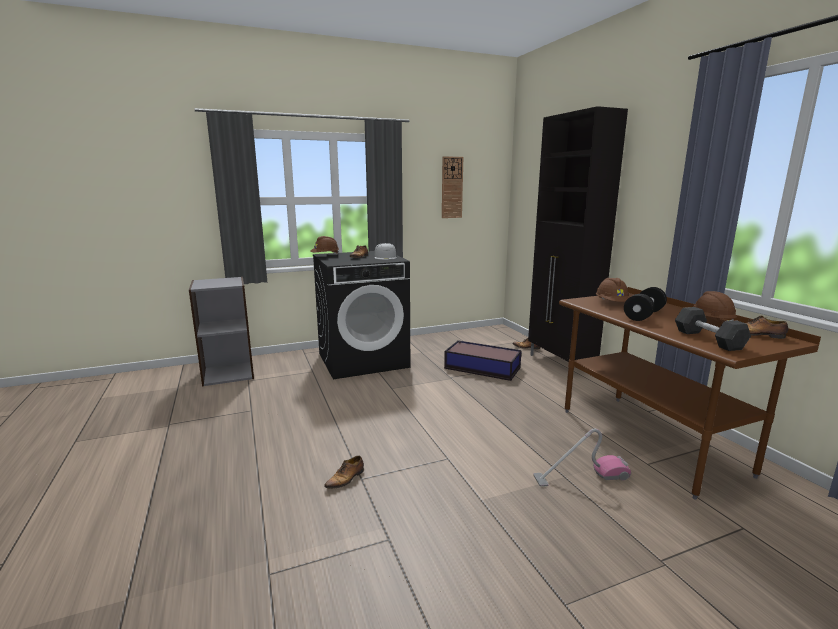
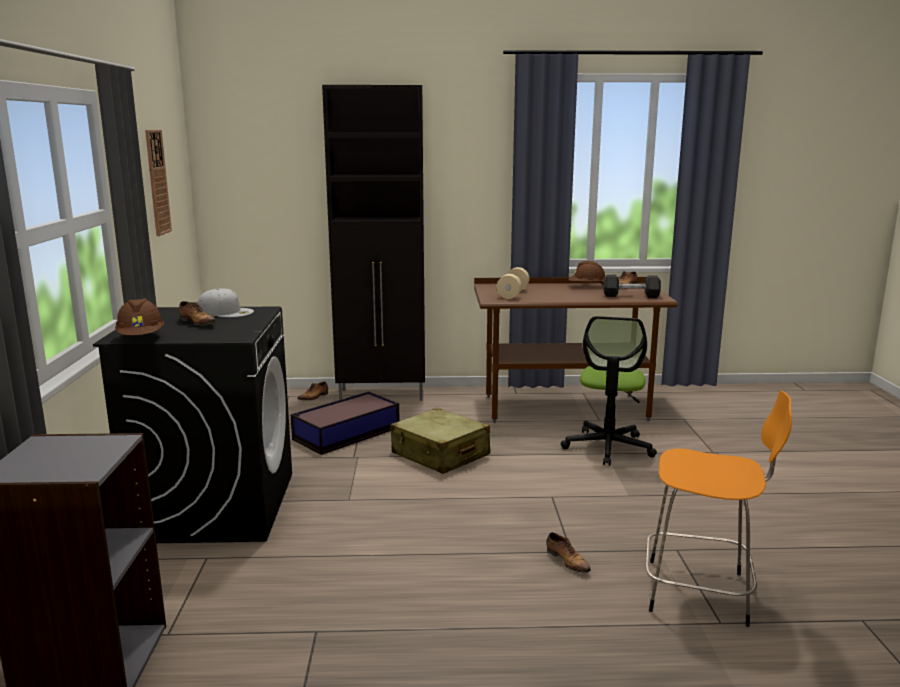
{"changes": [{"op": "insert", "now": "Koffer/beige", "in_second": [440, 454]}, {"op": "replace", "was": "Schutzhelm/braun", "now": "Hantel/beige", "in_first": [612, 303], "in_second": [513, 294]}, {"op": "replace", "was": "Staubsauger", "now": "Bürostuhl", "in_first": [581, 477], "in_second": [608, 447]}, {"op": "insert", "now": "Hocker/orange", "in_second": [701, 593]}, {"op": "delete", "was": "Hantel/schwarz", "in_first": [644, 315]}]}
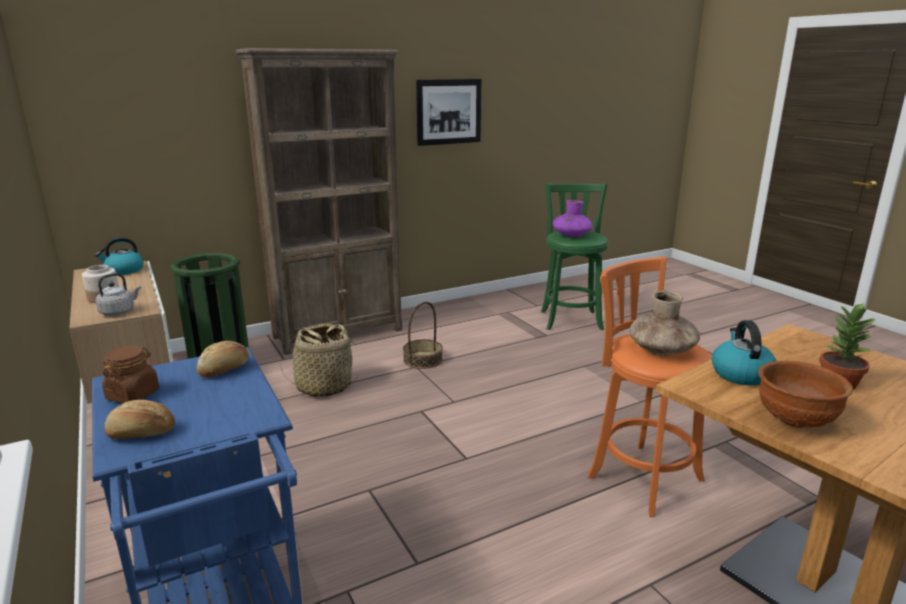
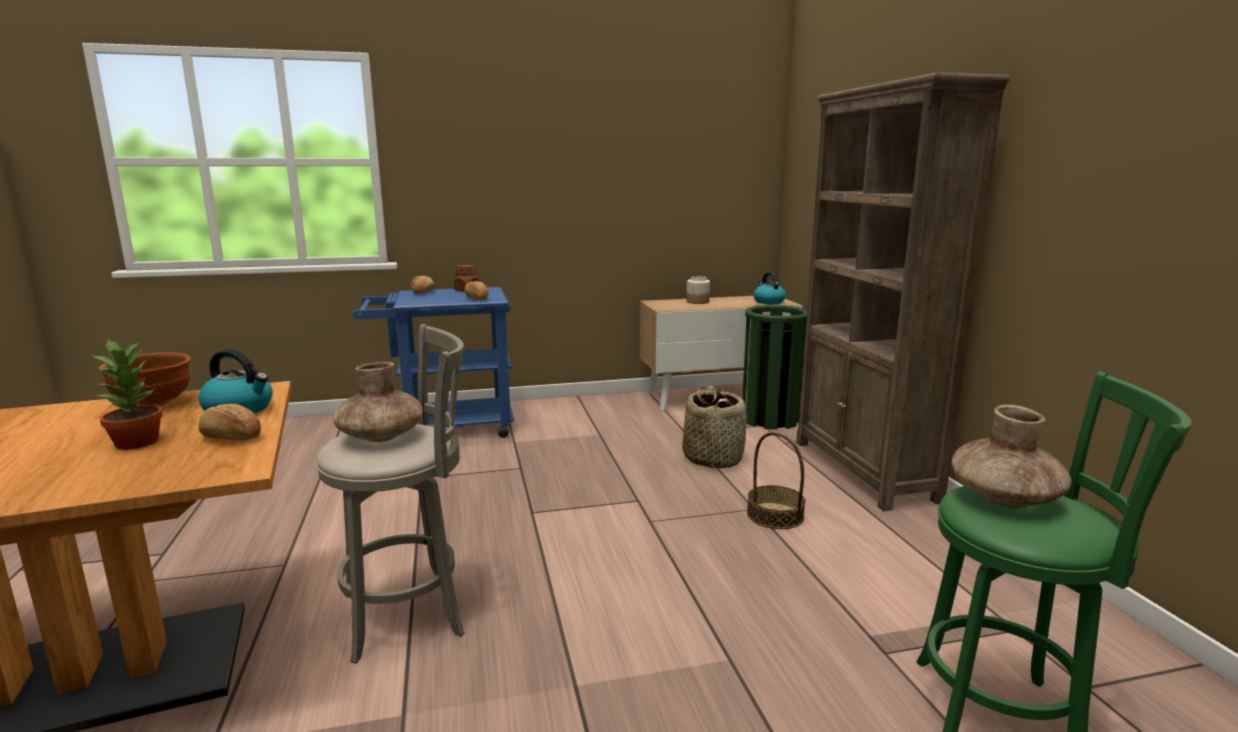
{"changes": [{"op": "insert", "now": "Brot", "in_second": [231, 438]}, {"op": "recolor", "was": "Hocker/orange", "now": "Hocker/grau", "in_first": [640, 475], "in_second": [410, 612]}, {"op": "recolor", "was": "Vase/lila", "now": "Vase/braun", "in_first": [571, 235], "in_second": [1004, 498]}, {"op": "delete", "was": "Wasserkessel/grau", "in_first": [119, 311]}, {"op": "delete", "was": "Bild", "in_first": [449, 112]}]}
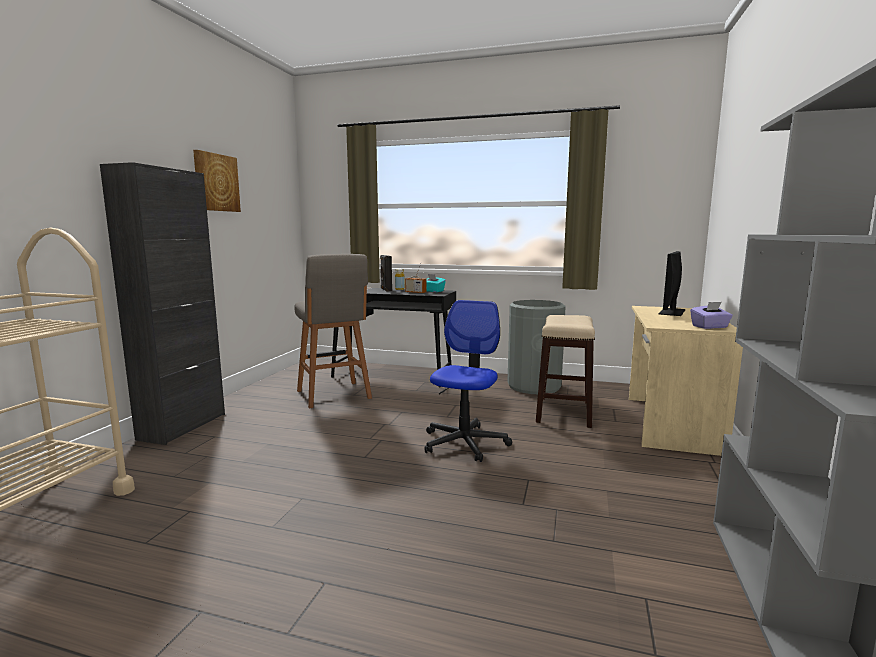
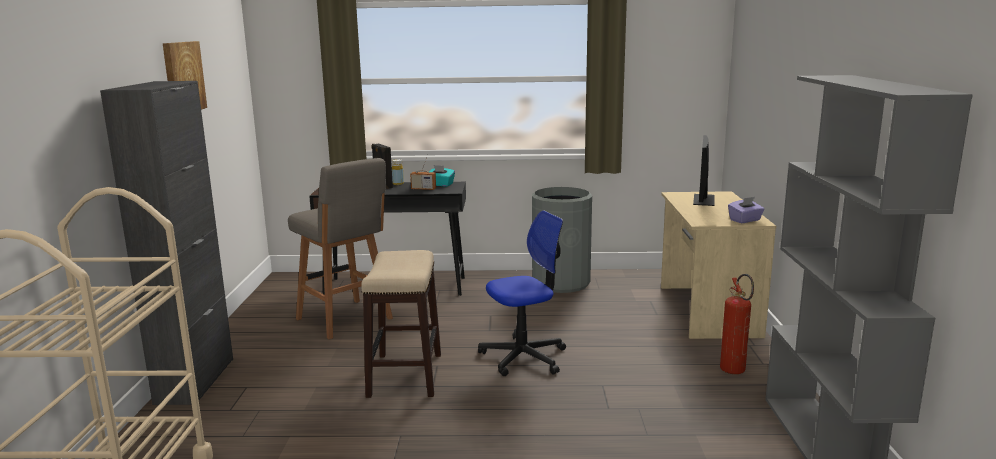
{"changes": [{"op": "move", "was": "Hocker", "in_first": [564, 411], "in_second": [405, 374]}, {"op": "rotate", "was": "Bürostuhl", "in_first": [464, 443], "in_second": [524, 357], "clockwise": 60}, {"op": "insert", "now": "Feuerlöscher", "in_second": [735, 372]}]}
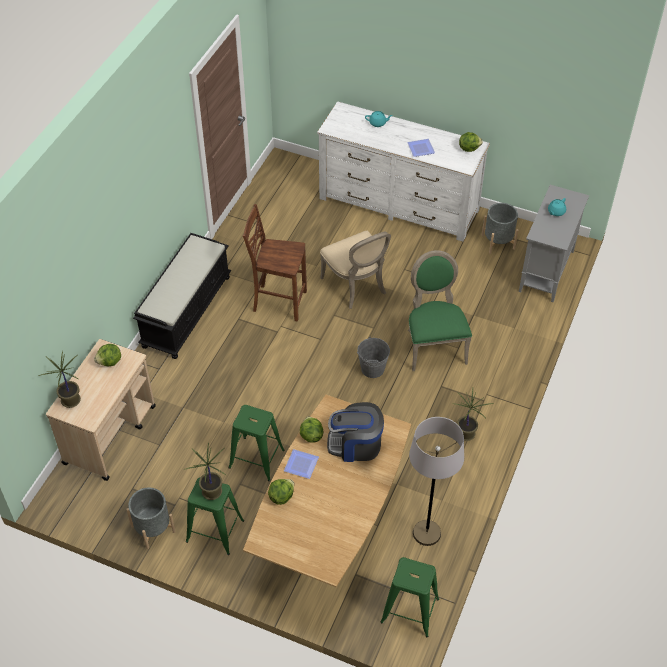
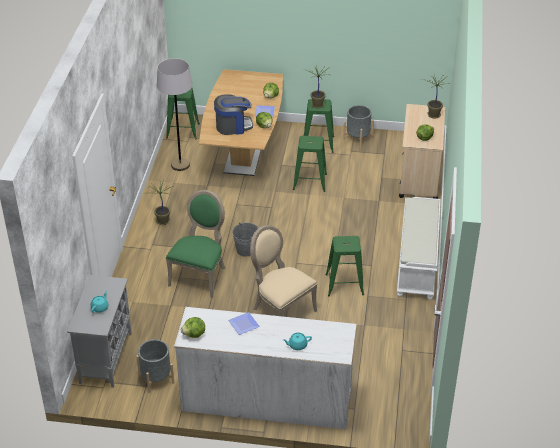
{"changes": [{"op": "rotate", "was": "Stuhl/grün", "in_first": [433, 345], "in_second": [200, 275], "clockwise": -135}, {"op": "replace", "was": "Stuhl/braun", "now": "Hocker/grün", "in_first": [278, 301], "in_second": [344, 284]}, {"op": "recolor", "was": "Bank/schwarz", "now": "Bank/weiß", "in_first": [186, 310], "in_second": [418, 263]}]}
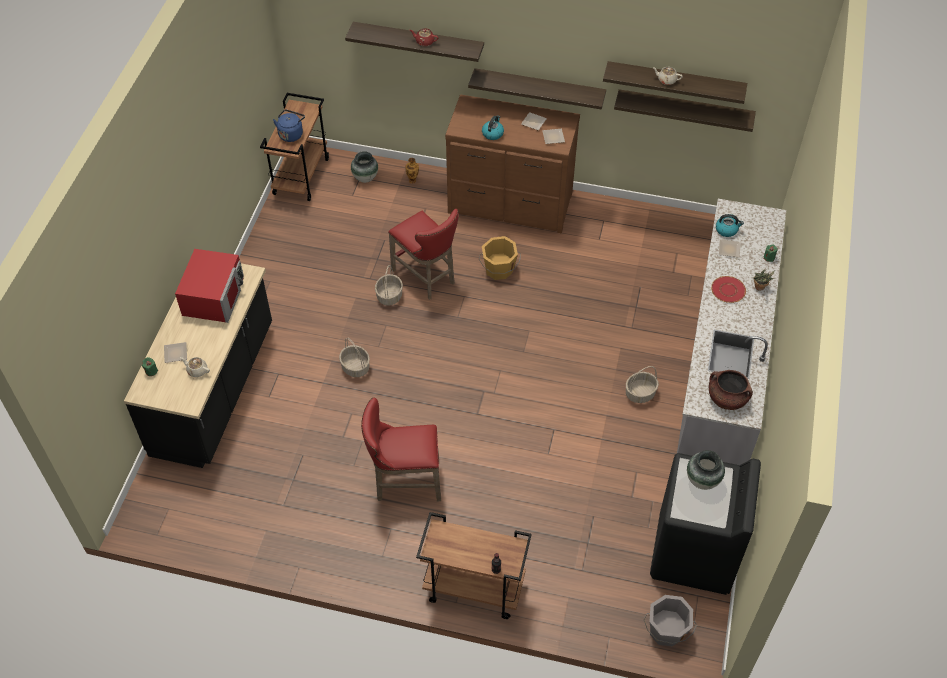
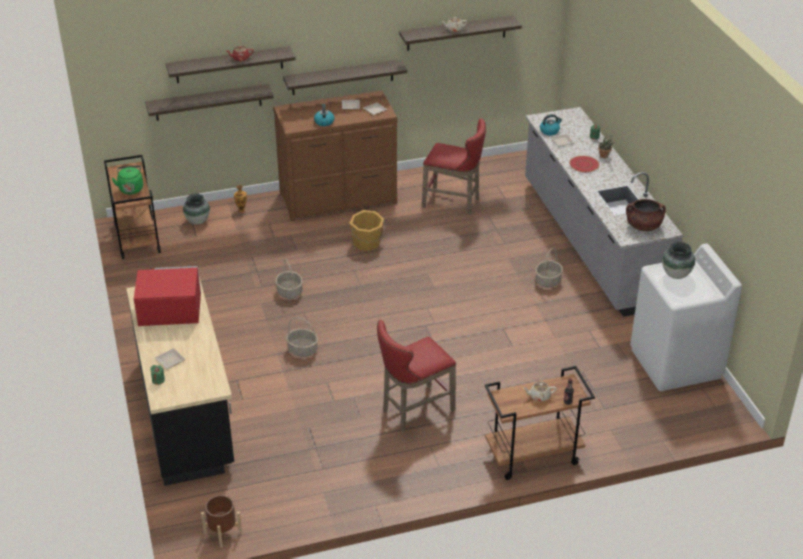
{"changes": [{"op": "recolor", "was": "Wasserkessel/blau", "now": "Wasserkessel/grün", "in_first": [291, 134], "in_second": [131, 188]}, {"op": "rotate", "was": "Mikrowelle/rot", "in_first": [214, 296], "in_second": [169, 309], "clockwise": -75}, {"op": "move", "was": "Wandregal", "in_first": [684, 109], "in_second": [208, 102]}, {"op": "insert", "now": "Pflanzkübel/braun", "in_second": [223, 533]}, {"op": "move", "was": "Hocker/rot", "in_first": [426, 278], "in_second": [454, 203]}, {"op": "move", "was": "Teekanne/beige", "in_first": [197, 370], "in_second": [539, 396]}, {"op": "recolor", "was": "Waschmaschine/schwarz", "now": "Waschmaschine/weiß", "in_first": [693, 554], "in_second": [676, 363]}, {"op": "delete", "was": "Eimer/grau", "in_first": [666, 631]}]}
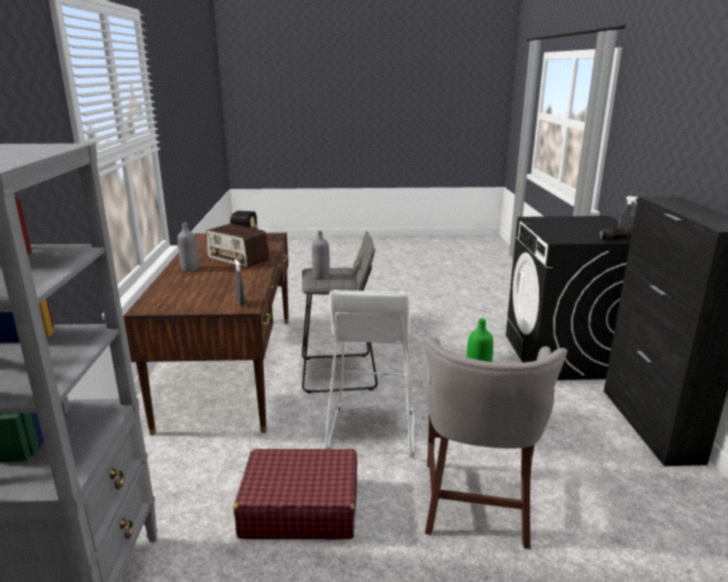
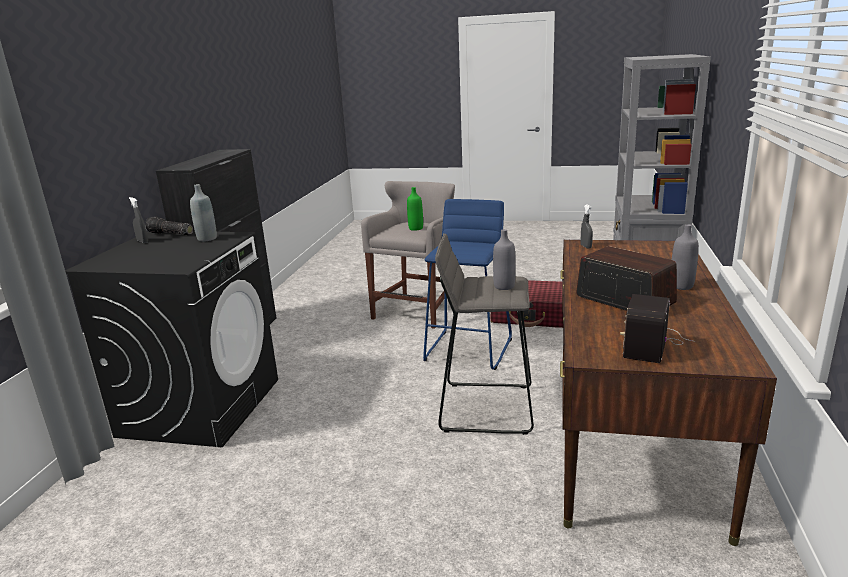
{"changes": [{"op": "insert", "now": "Flasche/grau", "in_second": [207, 238]}, {"op": "recolor", "was": "Hocker/weiß", "now": "Hocker/blau", "in_first": [371, 431], "in_second": [469, 350]}]}
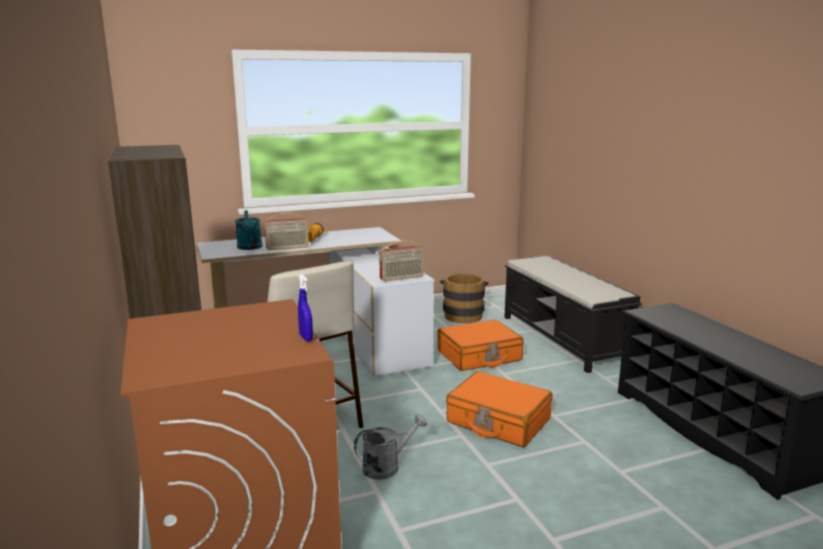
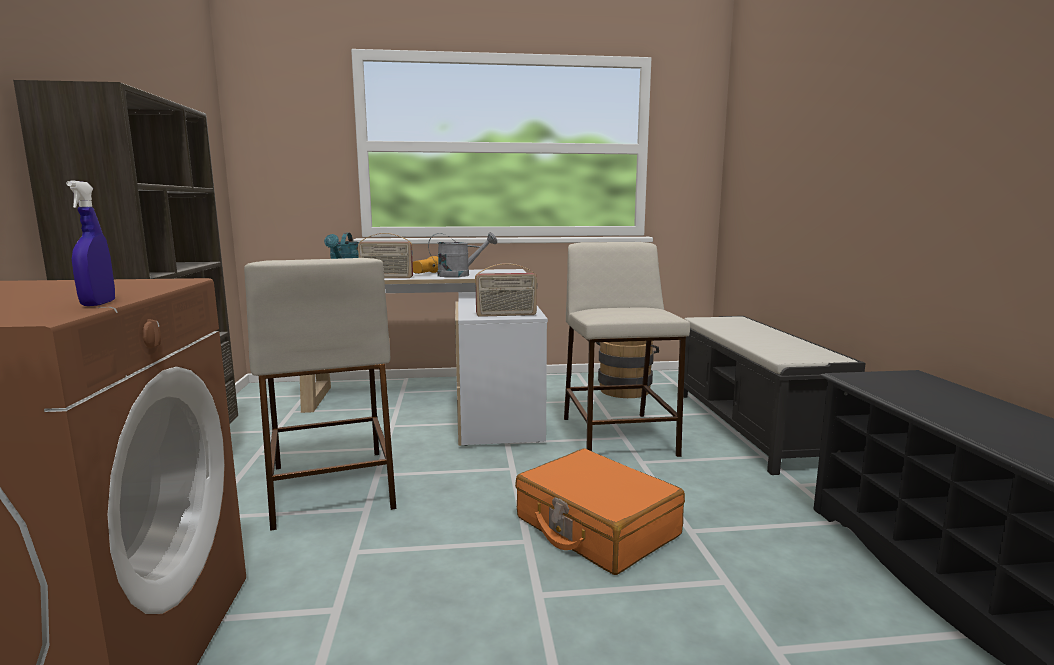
{"changes": [{"op": "move", "was": "Gießkanne/grau", "in_first": [387, 466], "in_second": [460, 275]}, {"op": "replace", "was": "Koffer/orange", "now": "Hocker/beige", "in_first": [479, 356], "in_second": [619, 437]}]}
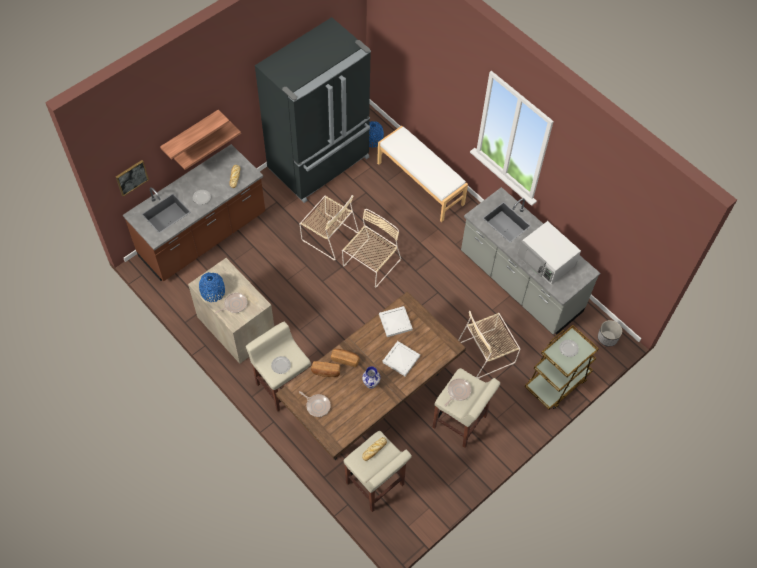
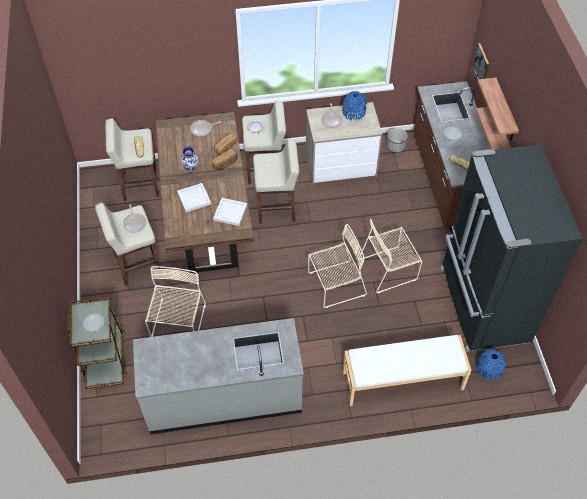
{"changes": [{"op": "insert", "now": "Hocker/beige", "in_second": [276, 207]}, {"op": "rotate", "was": "Stuhl/beige", "in_first": [370, 264], "in_second": [335, 284], "clockwise": -90}, {"op": "move", "was": "Pflanzkübel", "in_first": [607, 338], "in_second": [395, 146]}, {"op": "delete", "was": "Mikrowelle/weiß", "in_first": [547, 260]}]}
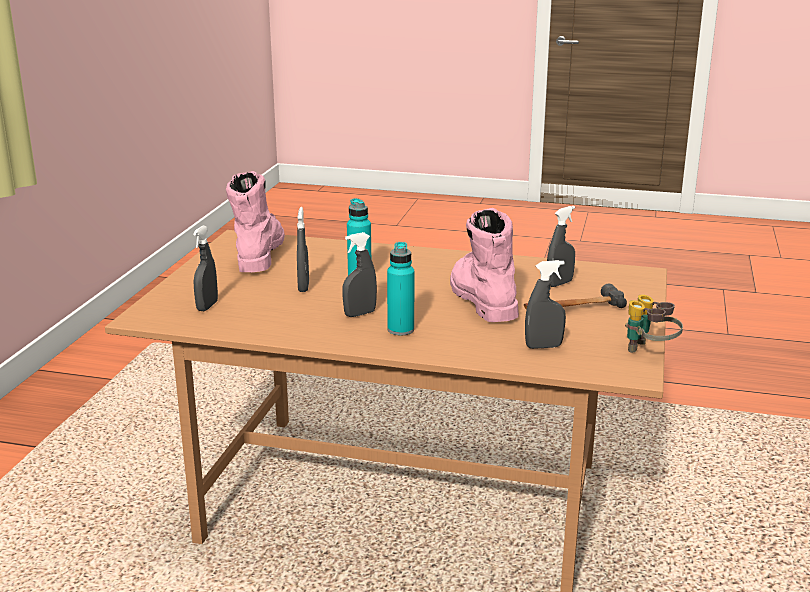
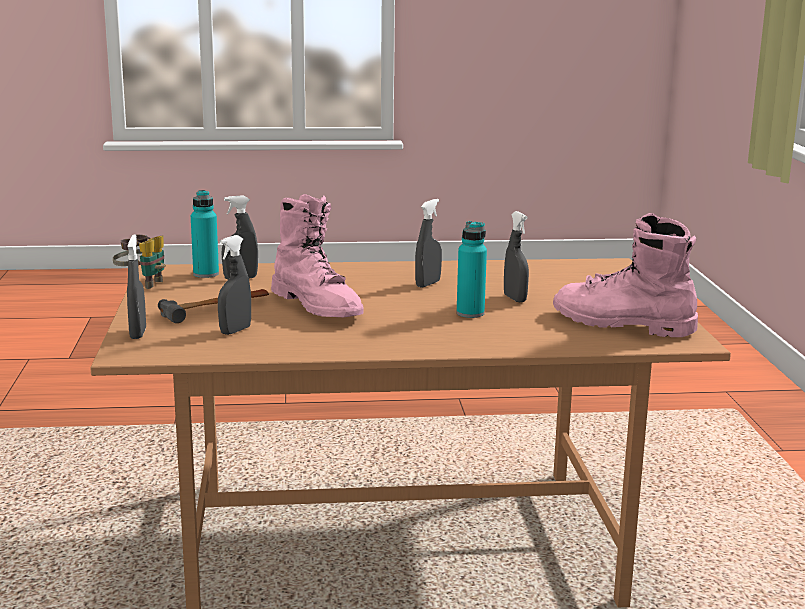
{"changes": [{"op": "move", "was": "Sprühflasche/grau", "in_first": [207, 306], "in_second": [138, 333]}, {"op": "move", "was": "Flasche/türkis", "in_first": [400, 330], "in_second": [206, 274]}, {"op": "rotate", "was": "Stiefel/rosa", "in_first": [259, 254], "in_second": [622, 324], "clockwise": 135}]}
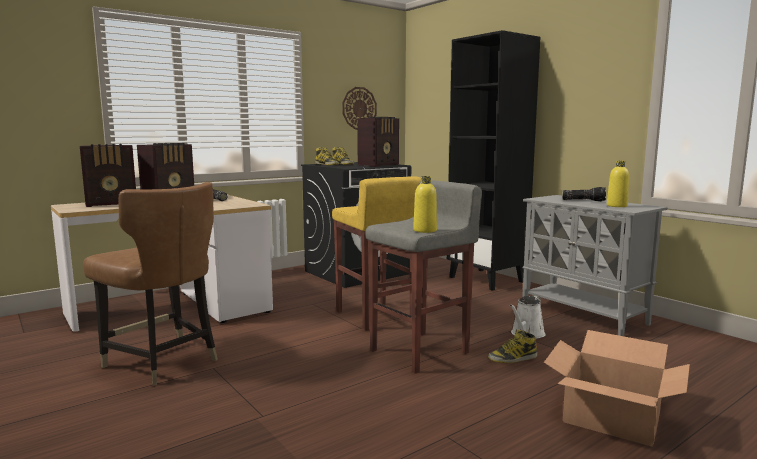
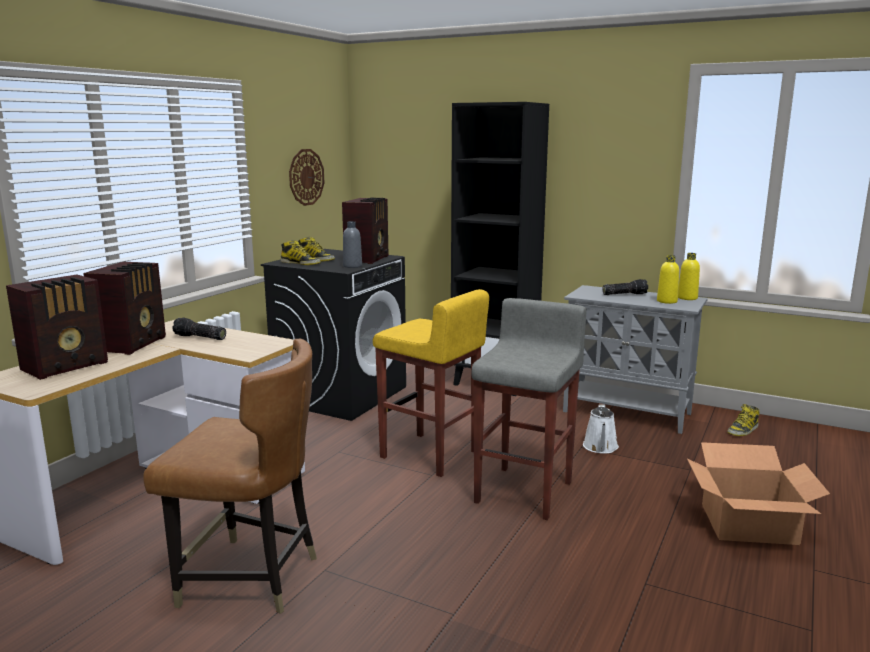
{"changes": [{"op": "insert", "now": "Flasche/grau", "in_second": [352, 266]}, {"op": "move", "was": "Flasche/gelb", "in_first": [425, 230], "in_second": [687, 298]}, {"op": "move", "was": "Stiefel", "in_first": [512, 358], "in_second": [743, 430]}]}
